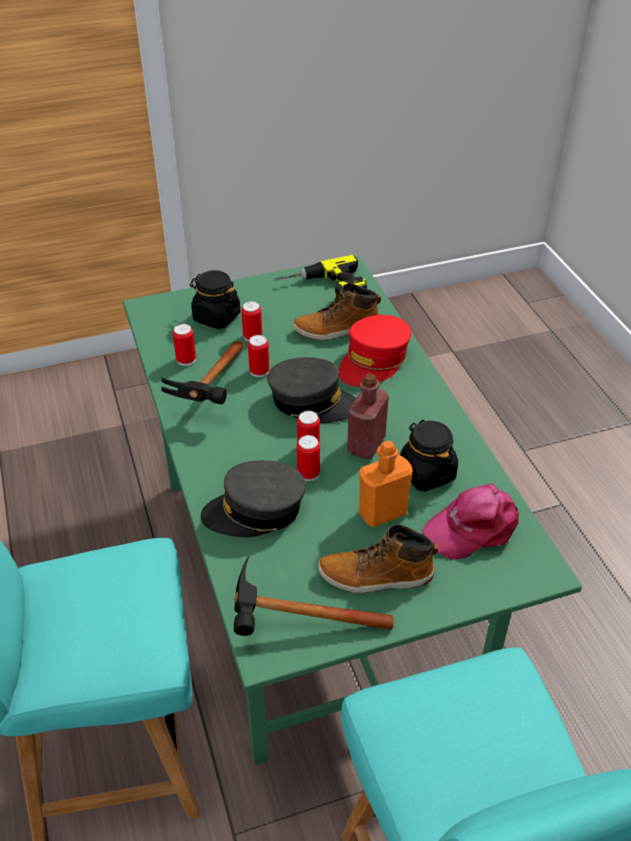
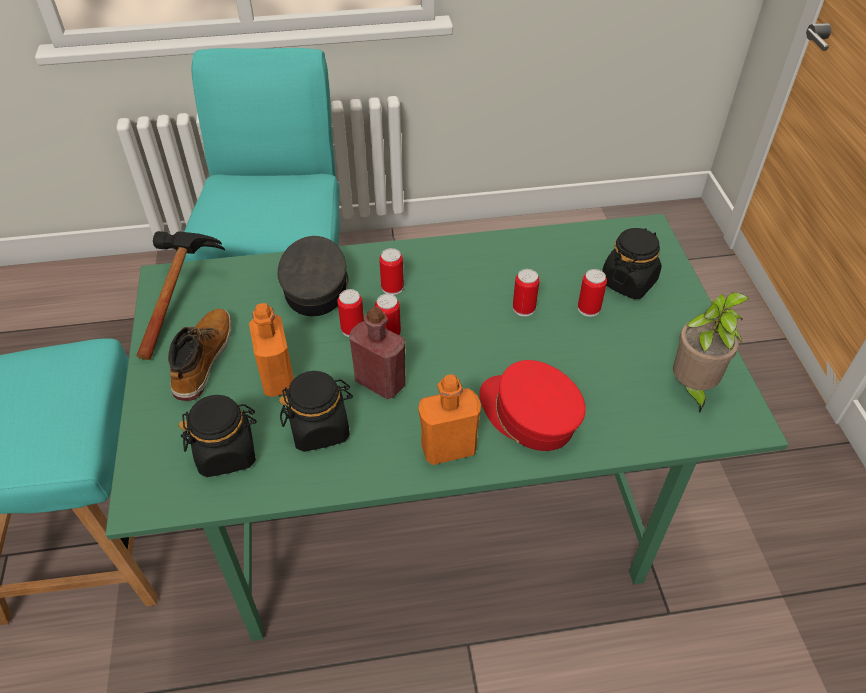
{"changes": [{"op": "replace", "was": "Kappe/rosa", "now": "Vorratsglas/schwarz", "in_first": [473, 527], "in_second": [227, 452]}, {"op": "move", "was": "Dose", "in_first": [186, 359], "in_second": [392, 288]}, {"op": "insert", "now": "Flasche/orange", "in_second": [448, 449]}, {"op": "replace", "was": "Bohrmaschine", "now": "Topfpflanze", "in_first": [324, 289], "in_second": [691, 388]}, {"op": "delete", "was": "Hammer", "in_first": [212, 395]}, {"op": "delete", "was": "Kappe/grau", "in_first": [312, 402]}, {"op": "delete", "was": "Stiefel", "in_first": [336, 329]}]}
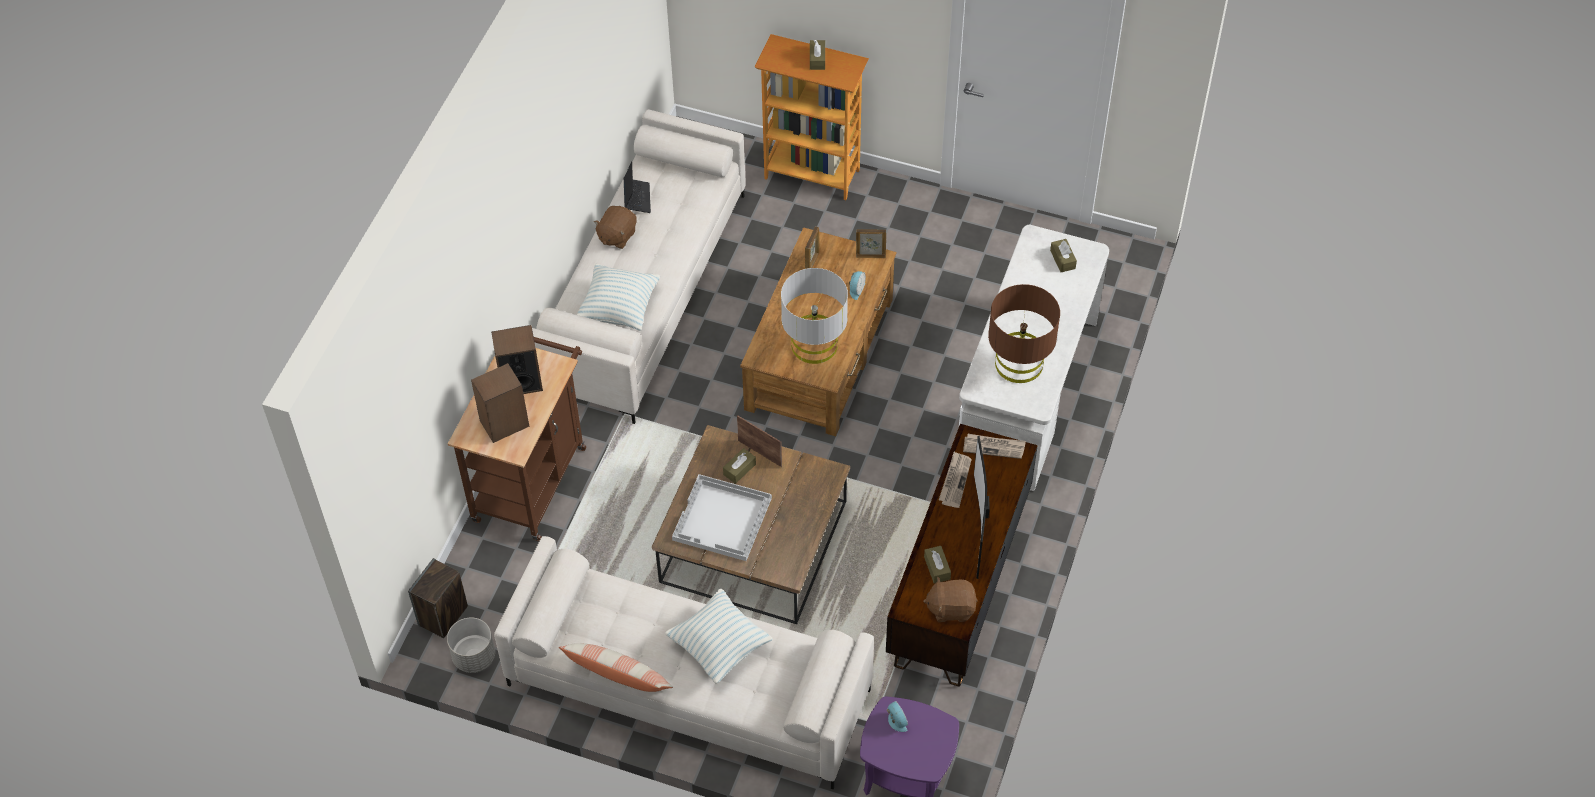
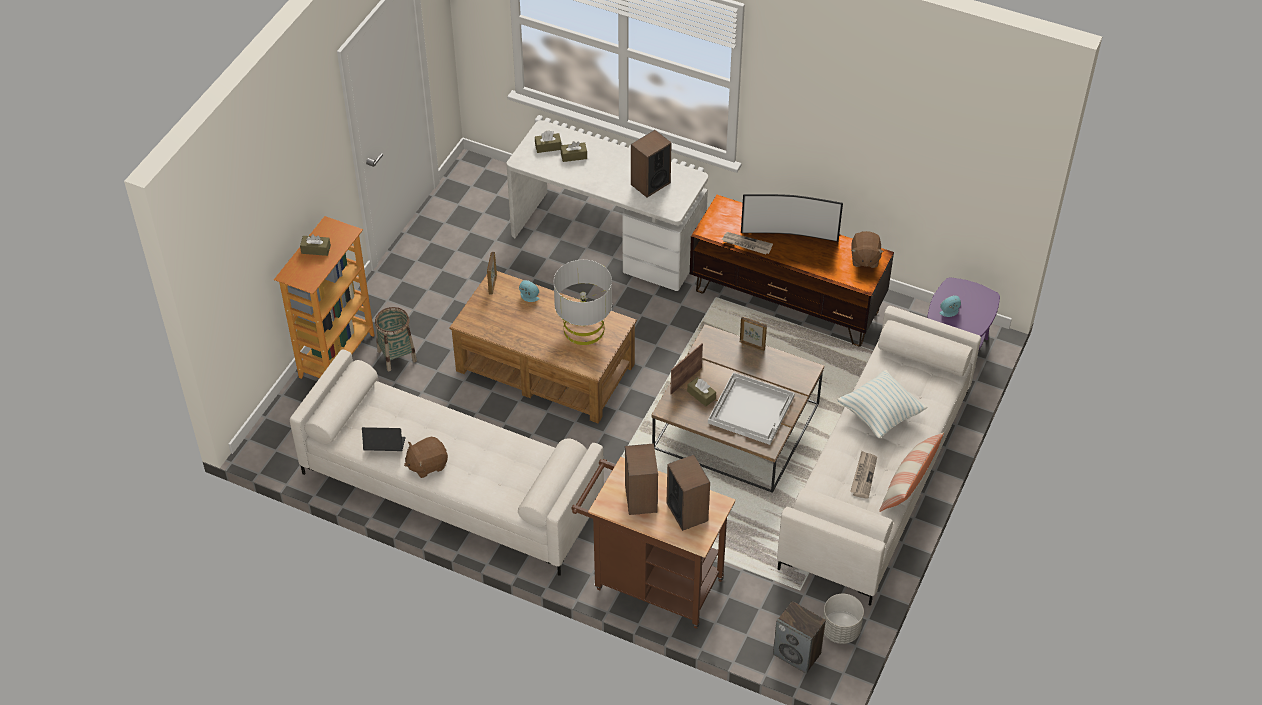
{"changes": [{"op": "insert", "now": "Korb", "in_second": [397, 356]}, {"op": "rotate", "was": "Plüschtier/braun", "in_first": [616, 236], "in_second": [427, 464], "clockwise": 120}, {"op": "move", "was": "Taschentuchbox/braun", "in_first": [937, 568], "in_second": [574, 156]}, {"op": "replace", "was": "Tischlampe/braun", "now": "Lautsprecher", "in_first": [1019, 363], "in_second": [650, 183]}, {"op": "move", "was": "Bilderrahmen", "in_first": [812, 263], "in_second": [752, 345]}, {"op": "move", "was": "Zeitung", "in_first": [994, 447], "in_second": [863, 475]}, {"op": "delete", "was": "Kissen", "in_first": [619, 308]}]}
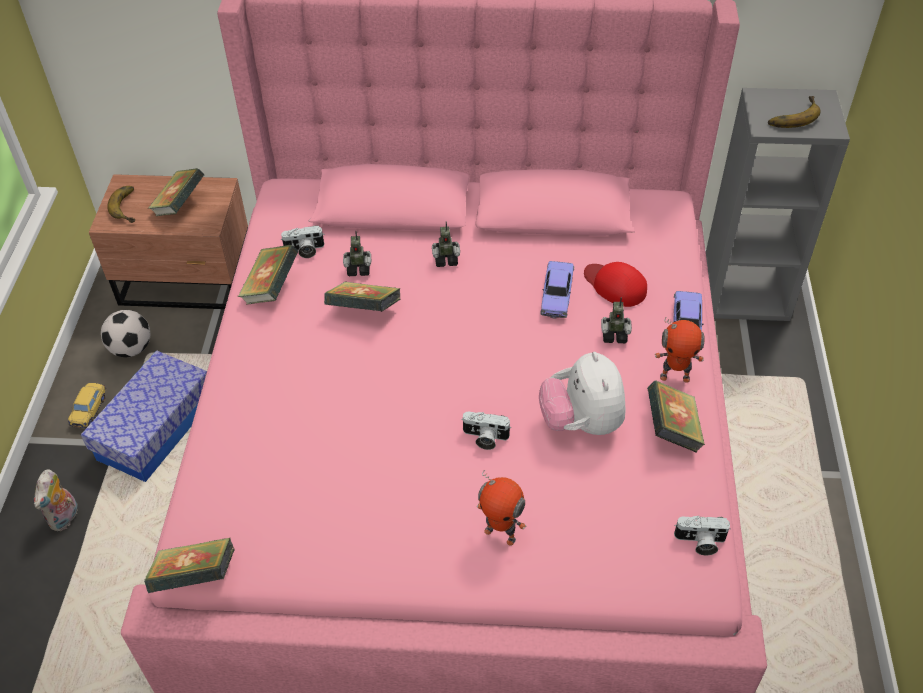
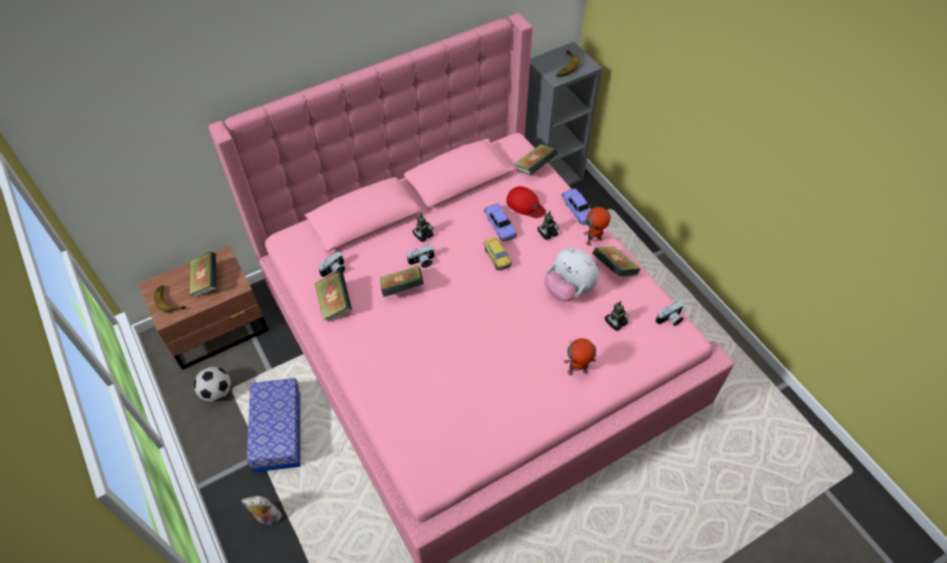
{"changes": [{"op": "rotate", "was": "Plüschtier", "in_first": [65, 518], "in_second": [266, 518], "clockwise": 120}, {"op": "move", "was": "Kamera", "in_first": [484, 438], "in_second": [422, 262]}, {"op": "move", "was": "Spielzeugauto", "in_first": [89, 410], "in_second": [497, 257]}, {"op": "rotate", "was": "Kappe/rot", "in_first": [615, 285], "in_second": [525, 205], "clockwise": -150}, {"op": "move", "was": "Buch", "in_first": [195, 577], "in_second": [534, 168]}, {"op": "move", "was": "Spielzeugroboter", "in_first": [358, 269], "in_second": [615, 322]}]}
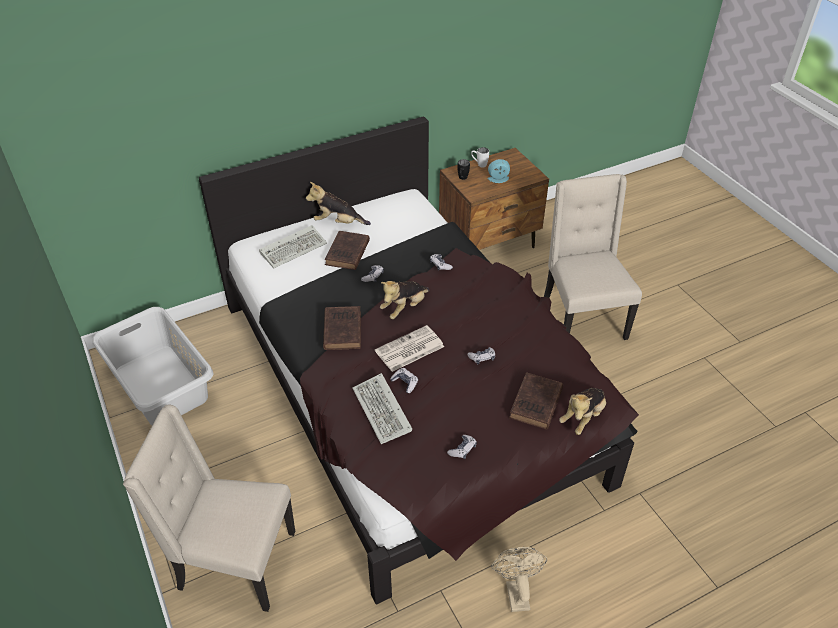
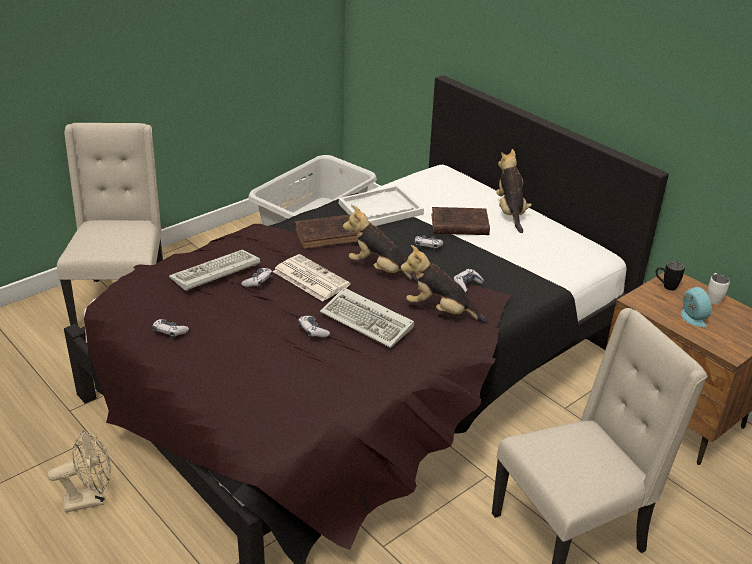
{"changes": [{"op": "move", "was": "Tastatur", "in_first": [294, 248], "in_second": [369, 321]}, {"op": "insert", "now": "Tablett/weiß", "in_second": [380, 209]}, {"op": "move", "was": "Plüschtier", "in_first": [583, 417], "in_second": [440, 311]}, {"op": "delete", "was": "Buch/braun", "in_first": [535, 404]}]}
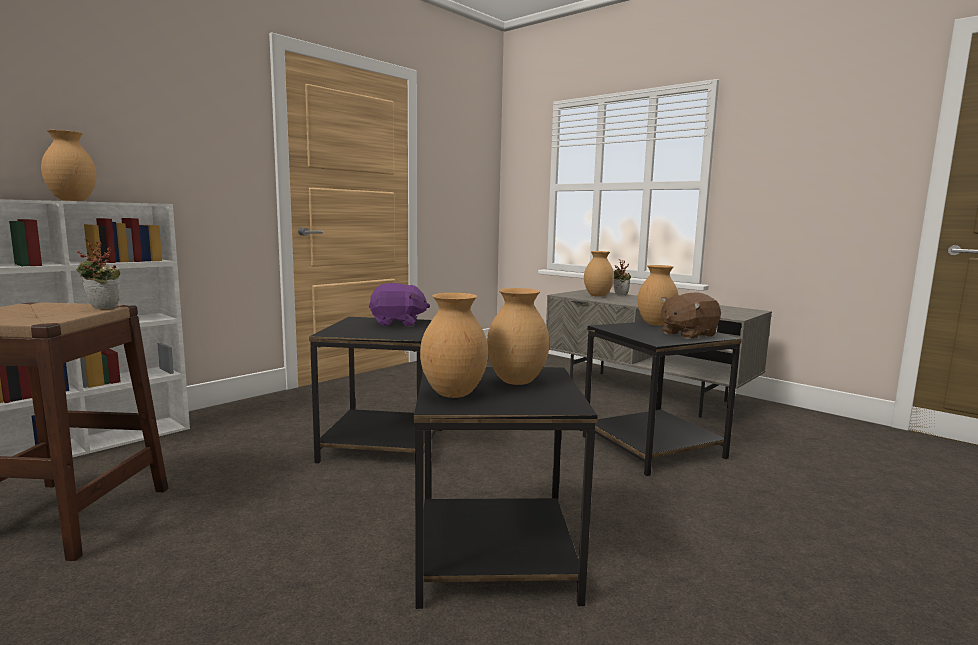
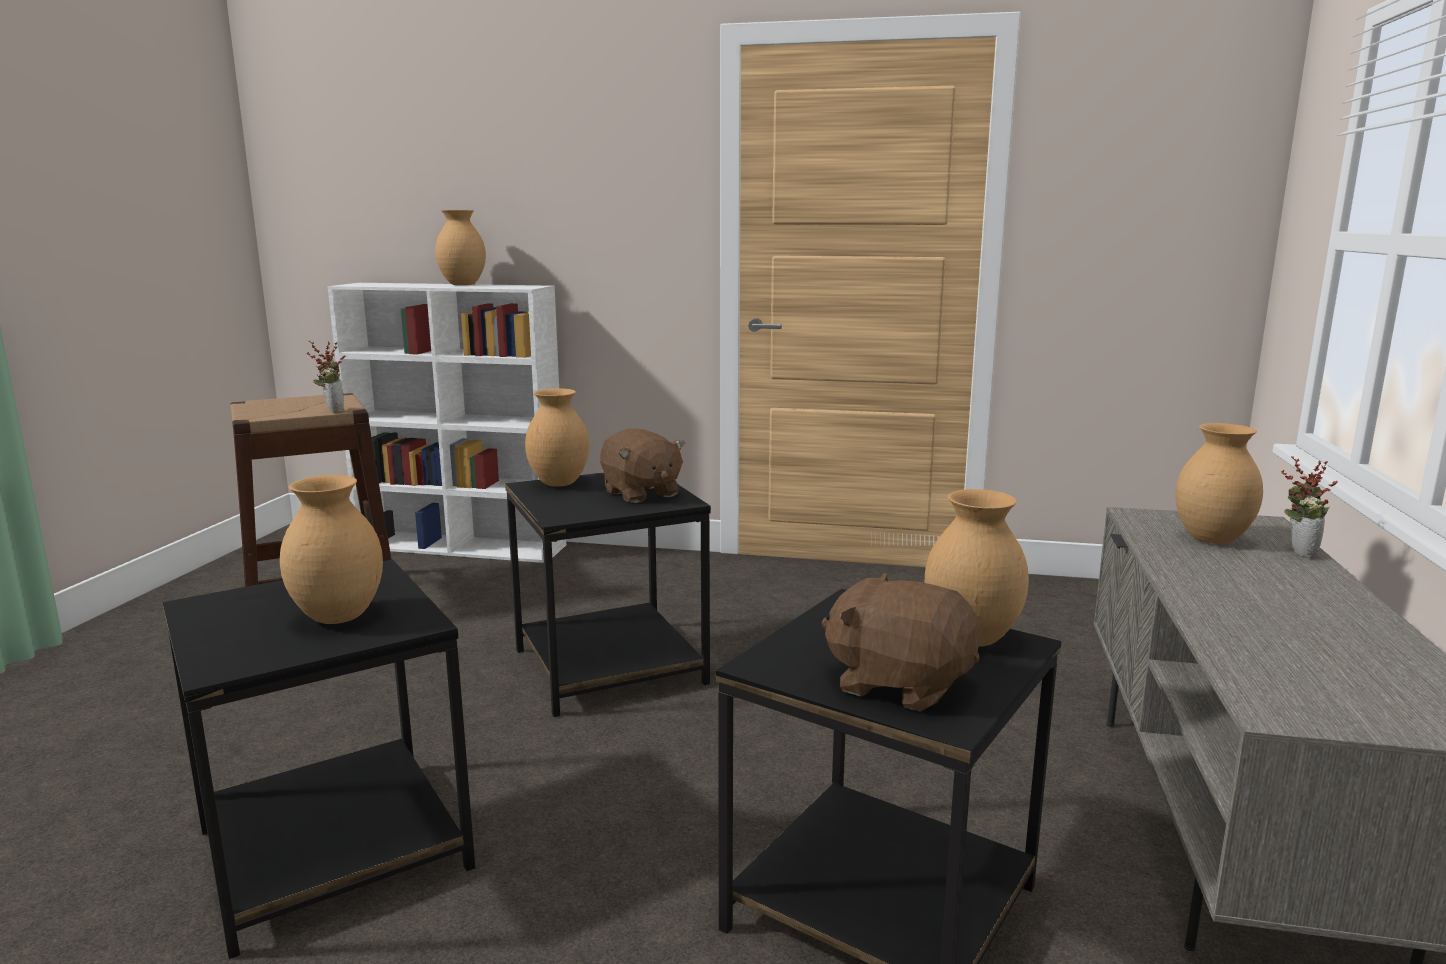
{"changes": [{"op": "move", "was": "Vase/braun", "in_first": [453, 394], "in_second": [559, 483]}, {"op": "recolor", "was": "Plüschtier/lila", "now": "Plüschtier/braun", "in_first": [397, 323], "in_second": [641, 493]}]}
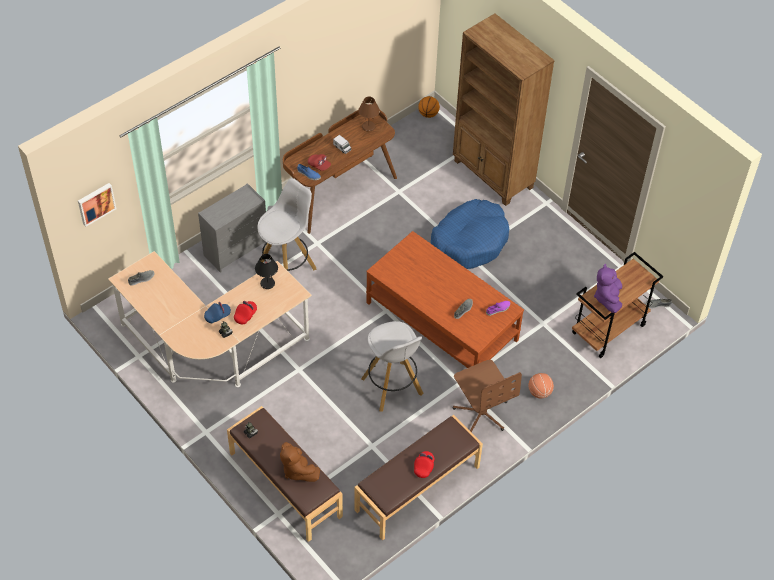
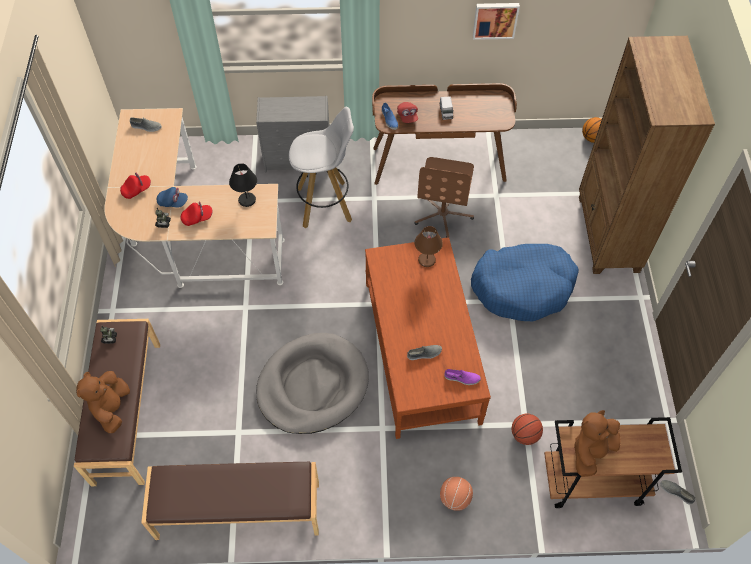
{"changes": [{"op": "move", "was": "Kappe/rot", "in_first": [424, 467], "in_second": [137, 190]}, {"op": "replace", "was": "Hocker/weiß", "now": "Hundebett/grau", "in_first": [392, 387], "in_second": [312, 385]}, {"op": "move", "was": "Bürostuhl/braun", "in_first": [481, 412], "in_second": [443, 214]}, {"op": "move", "was": "Tischlampe/braun", "in_first": [368, 127], "in_second": [426, 260]}, {"op": "move", "was": "Bild", "in_first": [96, 203], "in_second": [495, 19]}, {"op": "insert", "now": "Basketball", "in_second": [524, 434]}, {"op": "recolor", "was": "Plüschtier/lila", "now": "Plüschtier/braun", "in_first": [607, 298], "in_second": [591, 451]}]}
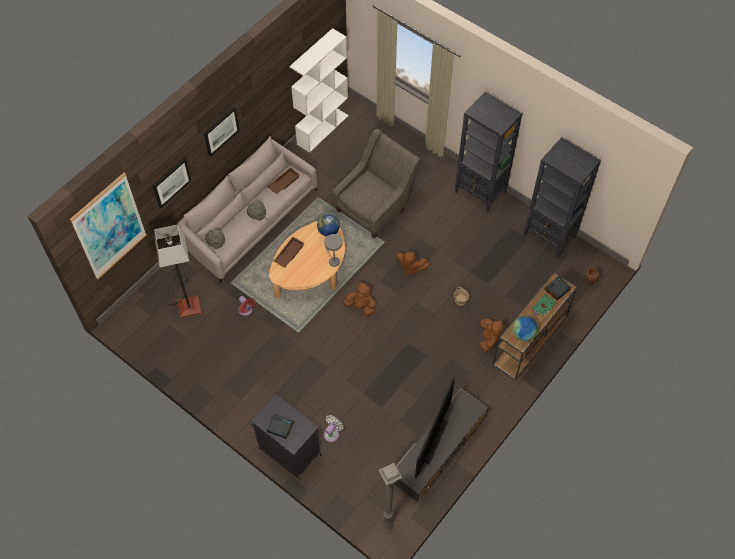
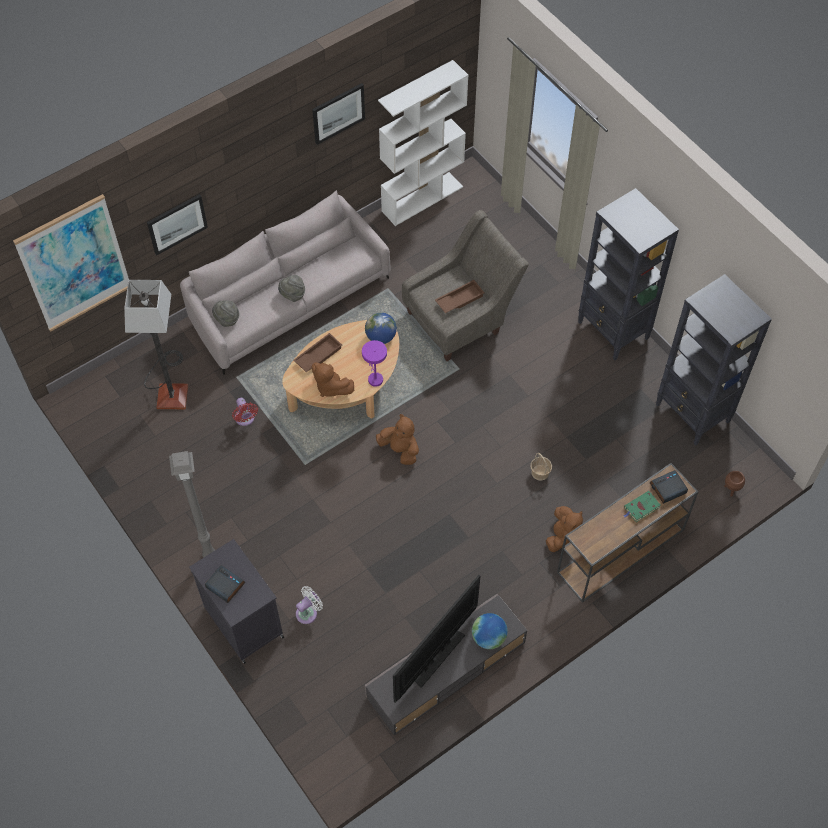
{"changes": [{"op": "move", "was": "Stehlampe/grau", "in_first": [386, 524], "in_second": [208, 554]}, {"op": "move", "was": "Bild", "in_first": [221, 131], "in_second": [338, 113]}, {"op": "move", "was": "Plüschtier/braun", "in_first": [410, 267], "in_second": [330, 387]}, {"op": "recolor", "was": "Tischlampe/grau", "now": "Tischlampe/lila", "in_first": [333, 260], "in_second": [374, 377]}, {"op": "move", "was": "Tablett/braun", "in_first": [283, 182], "in_second": [459, 299]}, {"op": "move", "was": "Globus", "in_first": [523, 334], "in_second": [489, 638]}]}
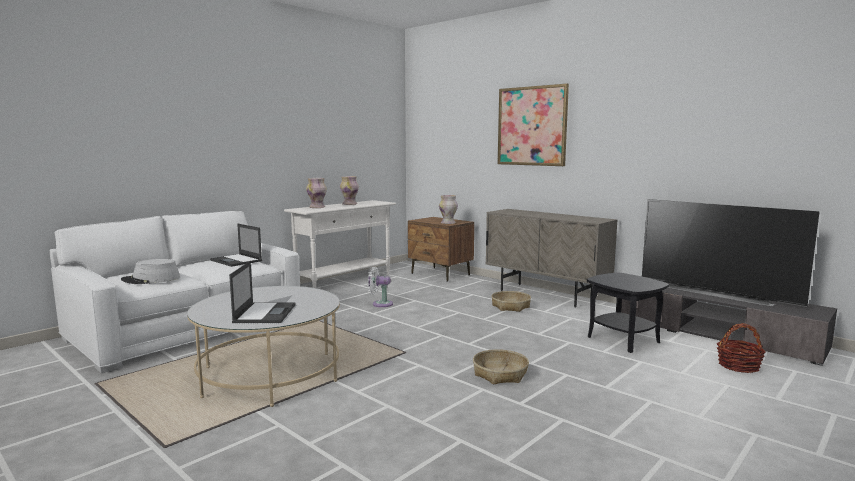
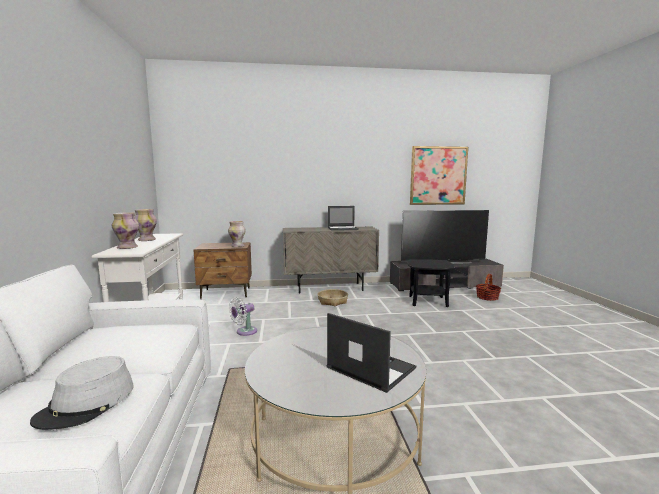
{"changes": [{"op": "move", "was": "Laptop", "in_first": [236, 260], "in_second": [343, 228]}, {"op": "move", "was": "Bild", "in_first": [532, 126], "in_second": [438, 175]}, {"op": "delete", "was": "Korb", "in_first": [500, 374]}]}
